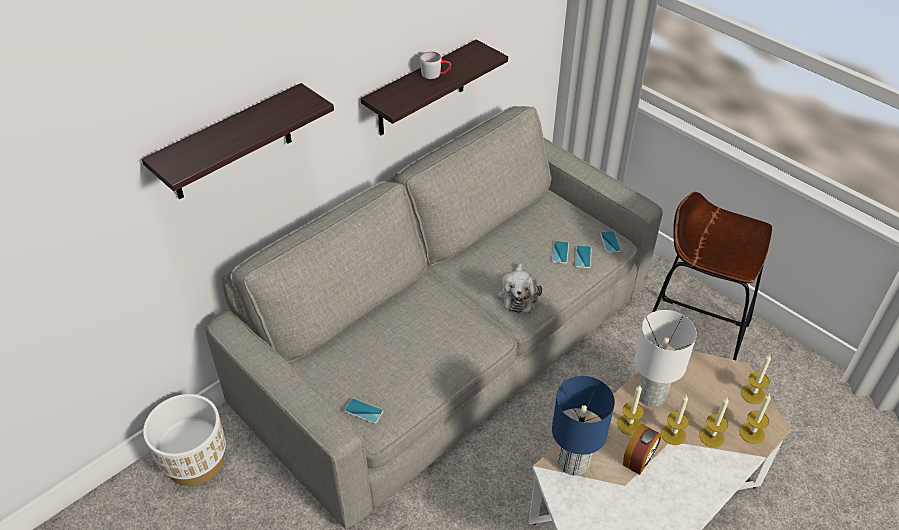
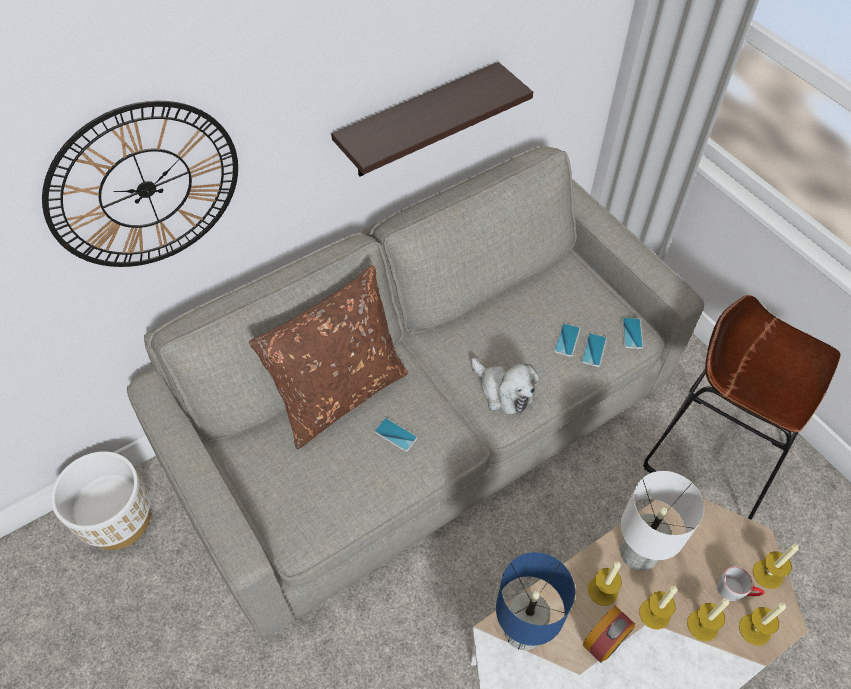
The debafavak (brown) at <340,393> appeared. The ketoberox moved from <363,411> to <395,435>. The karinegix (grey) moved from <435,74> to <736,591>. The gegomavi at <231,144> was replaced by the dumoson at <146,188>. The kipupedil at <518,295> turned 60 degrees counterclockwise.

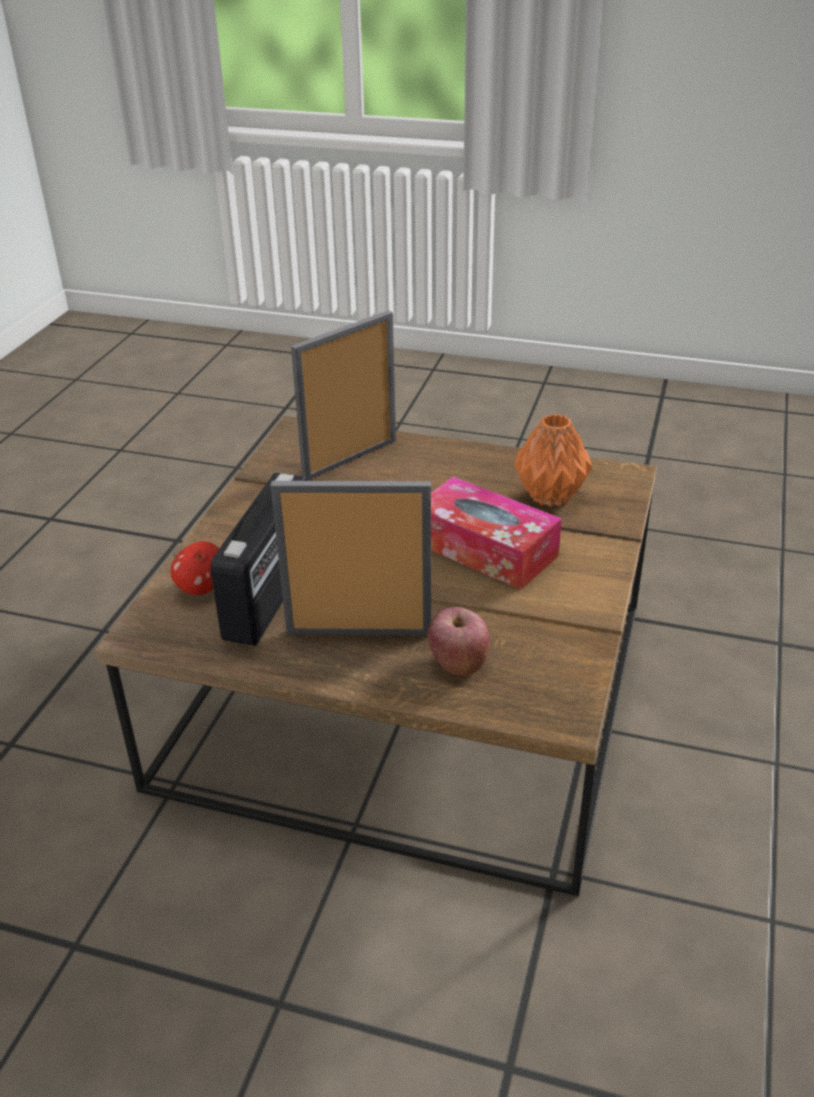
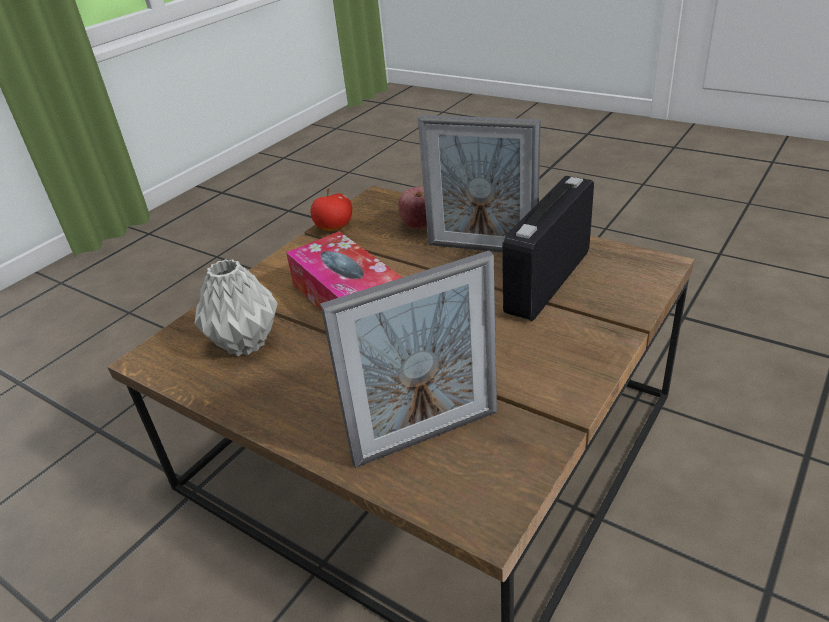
The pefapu moved from <201,588> to <334,228>. The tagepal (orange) at <550,495> became the tagepal (grey) at <245,344>.

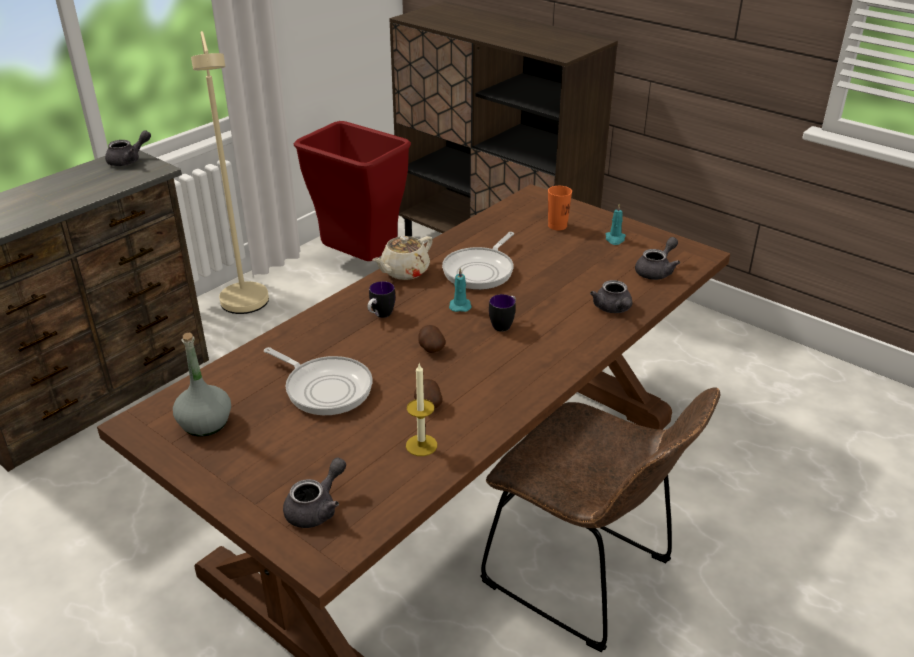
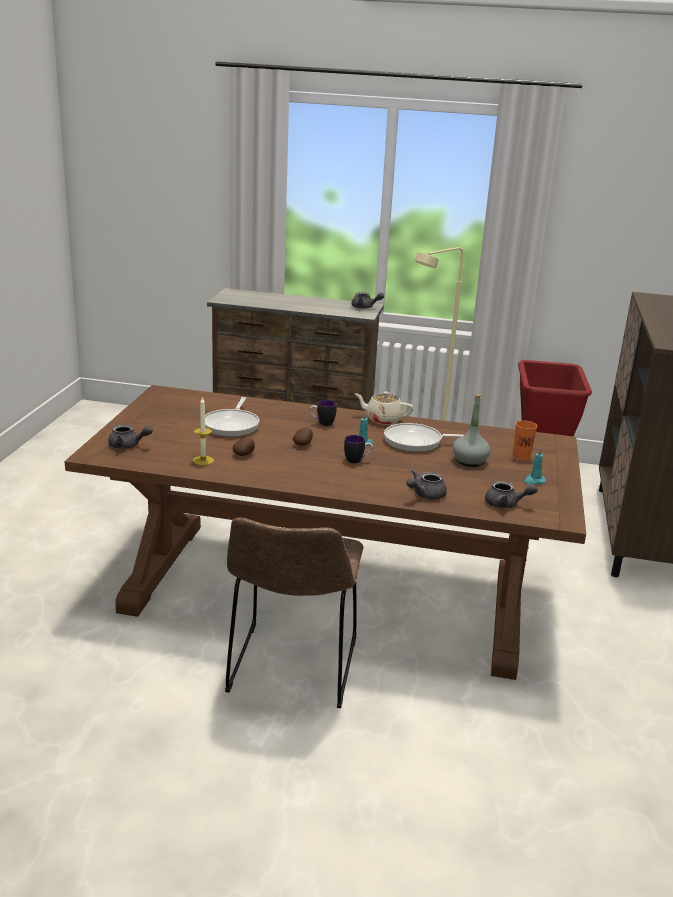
The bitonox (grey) moved from <205,423> to <469,461>.

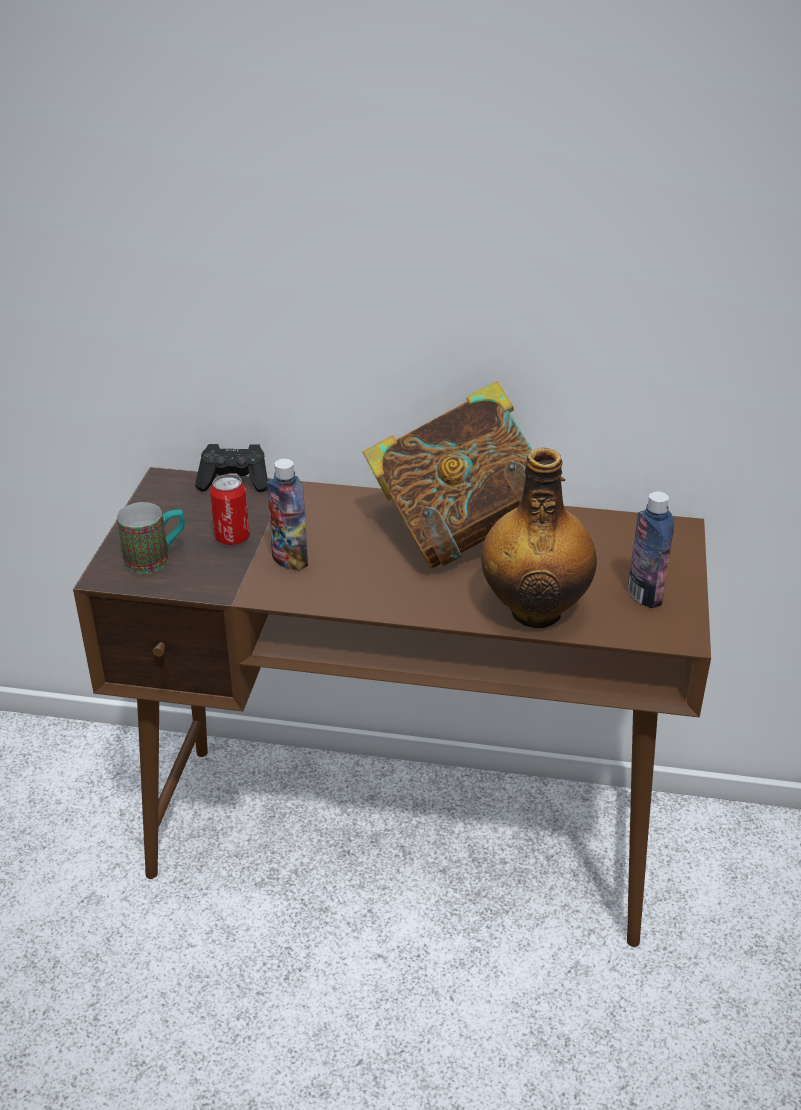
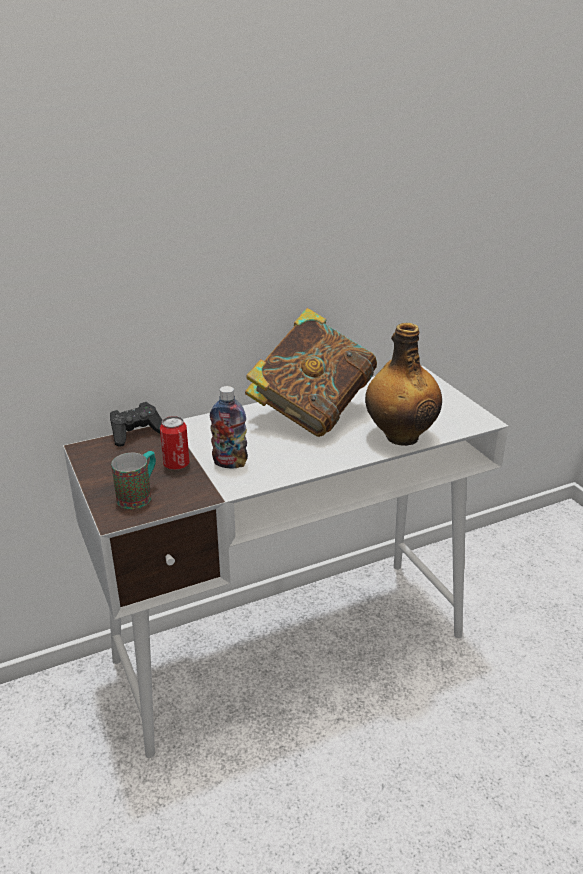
The bitonox at <644,595> disappeared. The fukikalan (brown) at <403,840> became the fukikalan (white) at <292,647>.

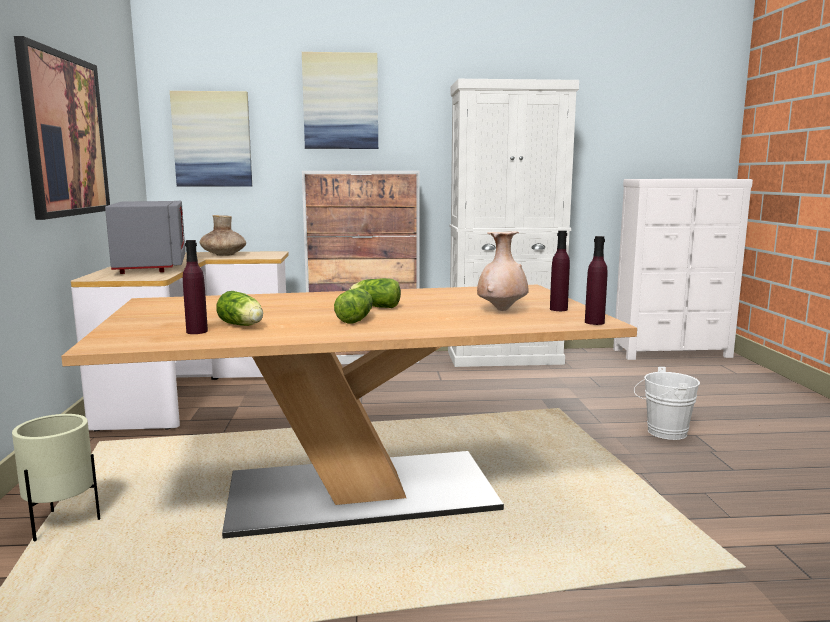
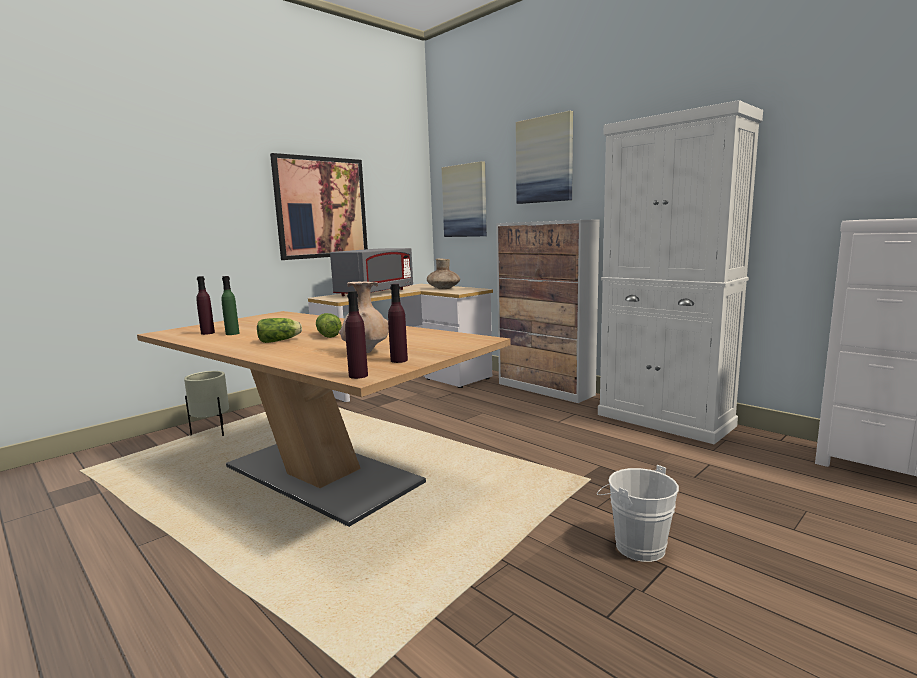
The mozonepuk at <242,325> was replaced by the bitonox (green) at <232,333>.

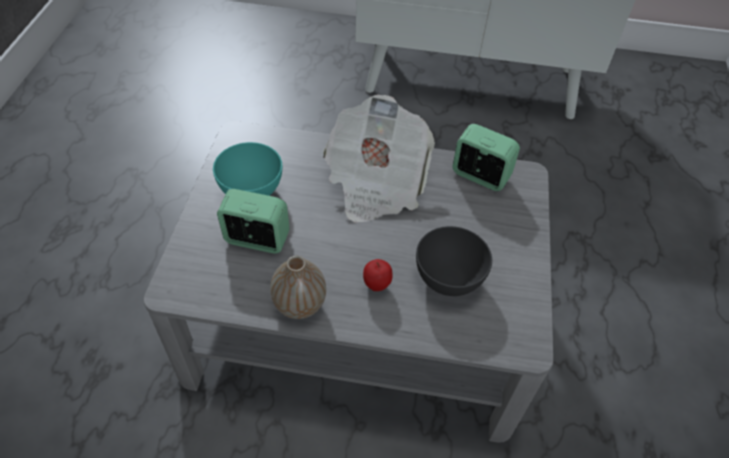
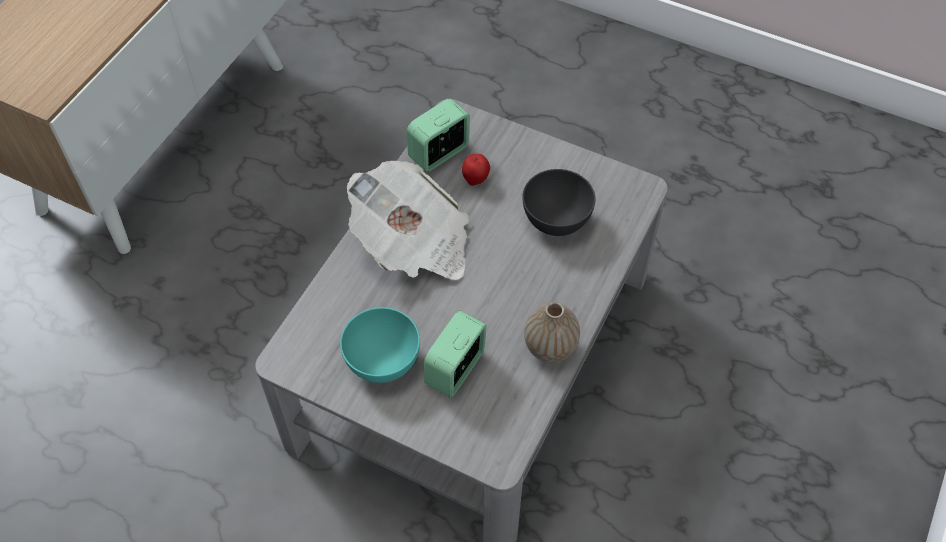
The pefapu moved from <376,286> to <476,180>.

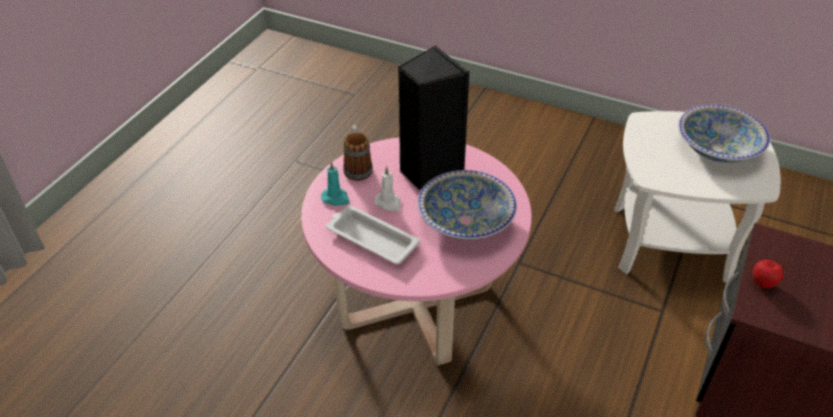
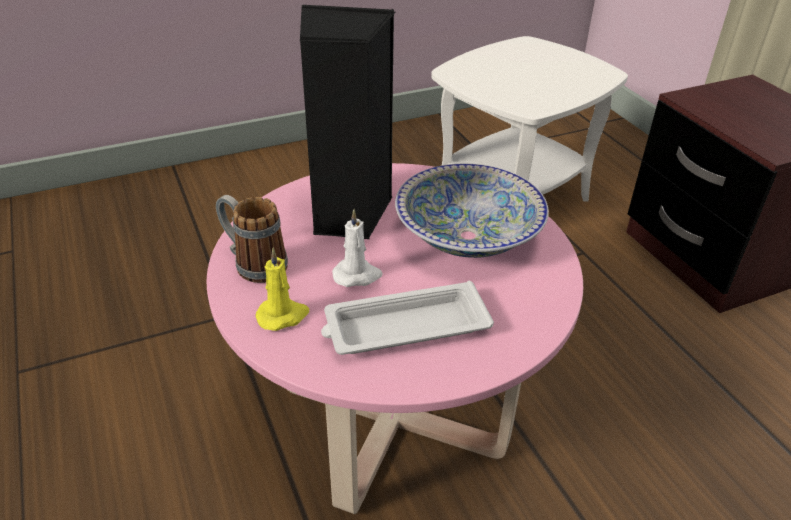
The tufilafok at <717,149> disappeared. The pefapu at <763,283> disappeared. The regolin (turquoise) at <336,198> became the regolin (yellow) at <283,315>.

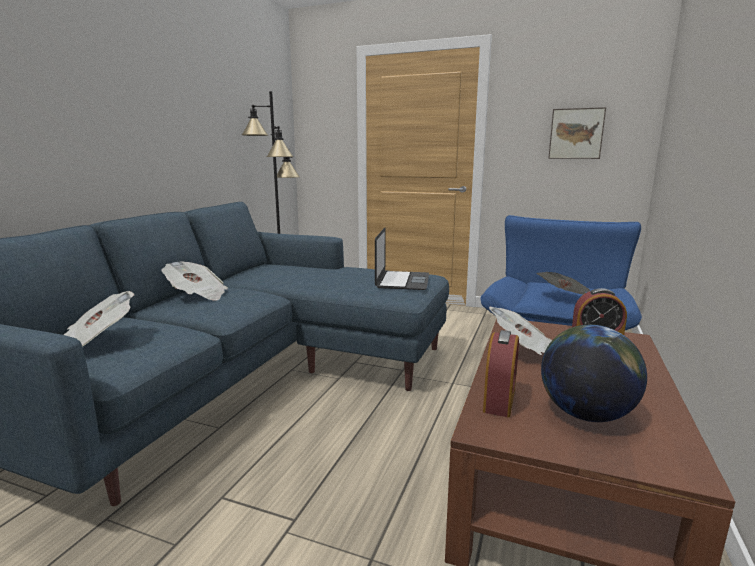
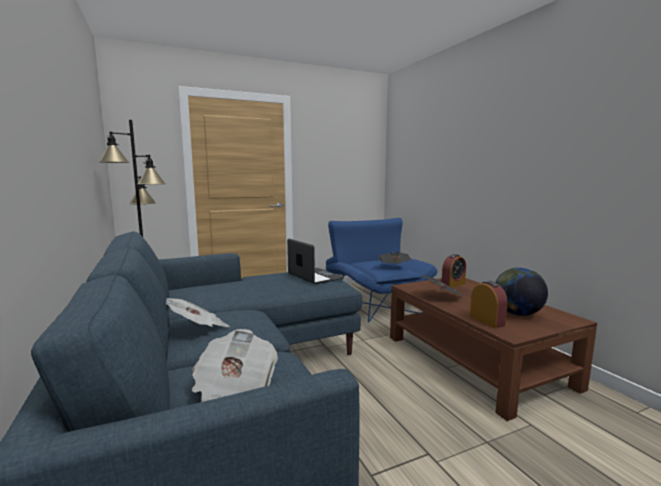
The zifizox at <576,134> disappeared.

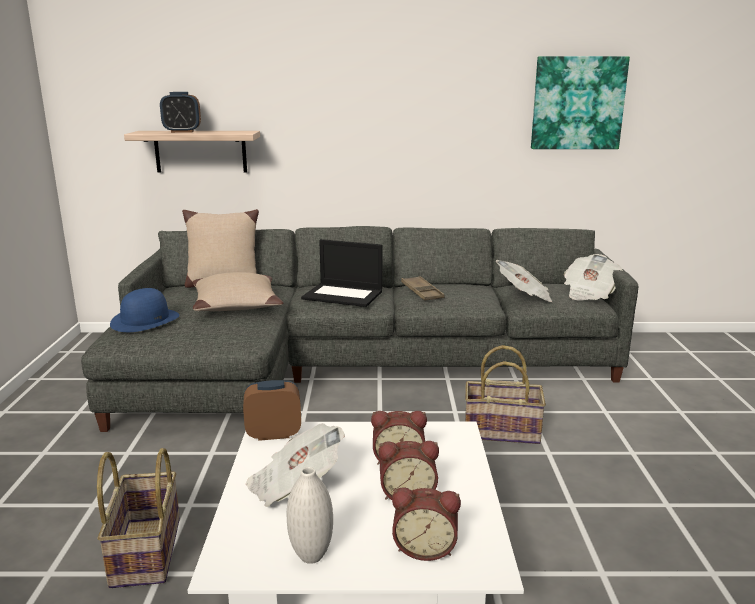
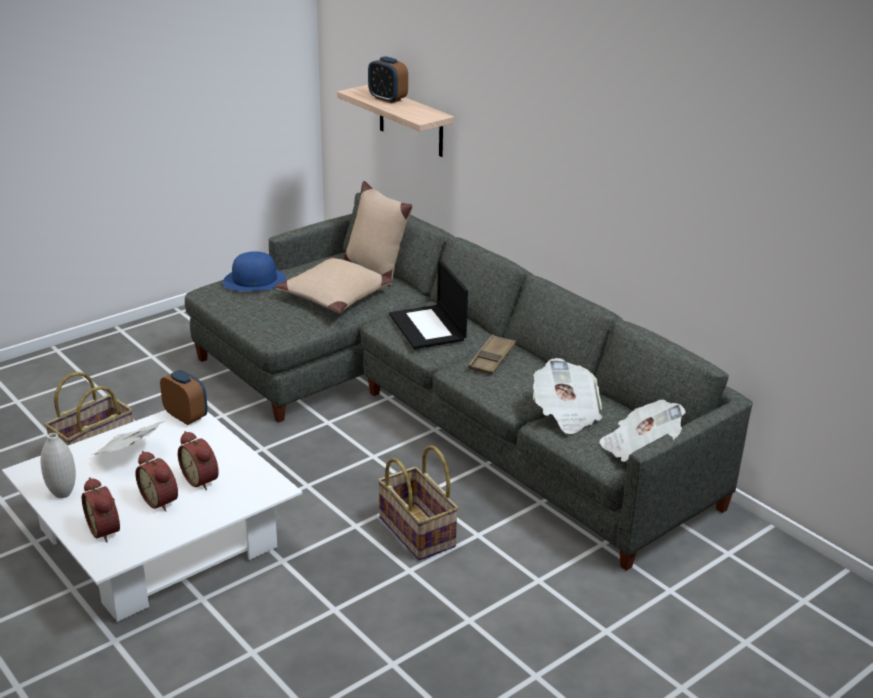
The zifizox at <577,103> disappeared.

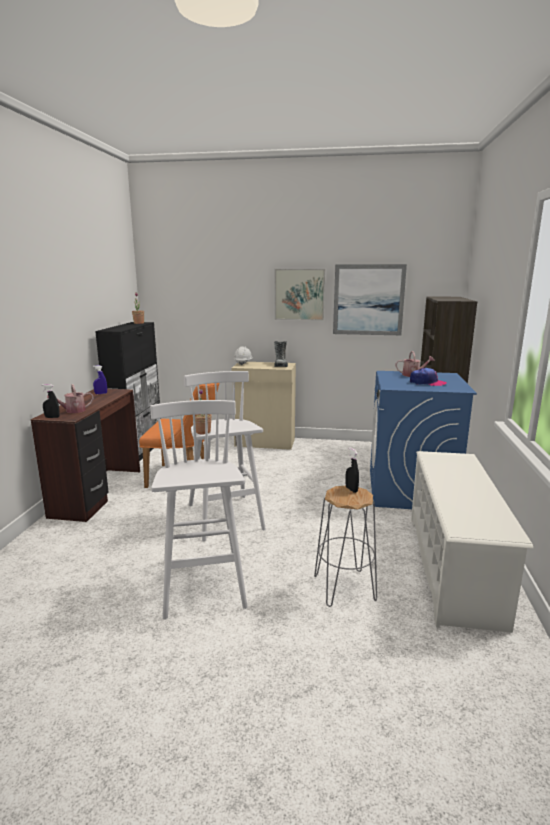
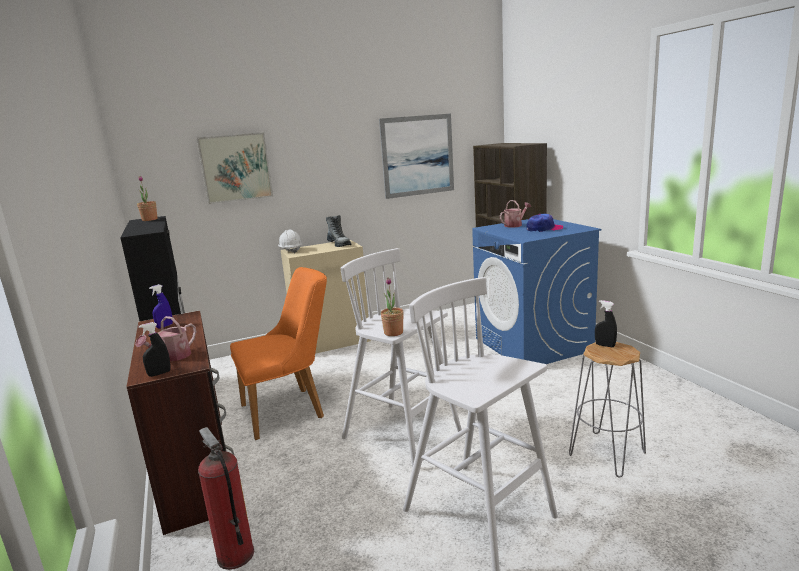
The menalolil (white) at <453,567> disappeared. The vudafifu at <235,555> appeared. The zifizox moved from <299,294> to <236,168>.

